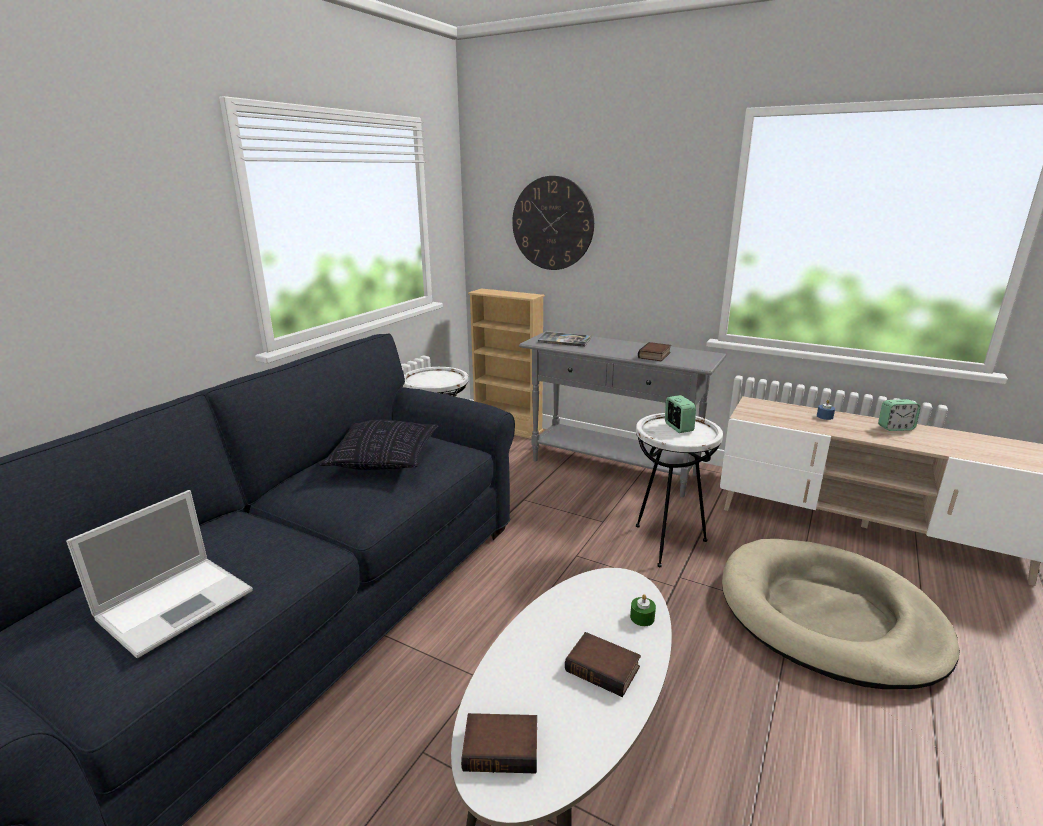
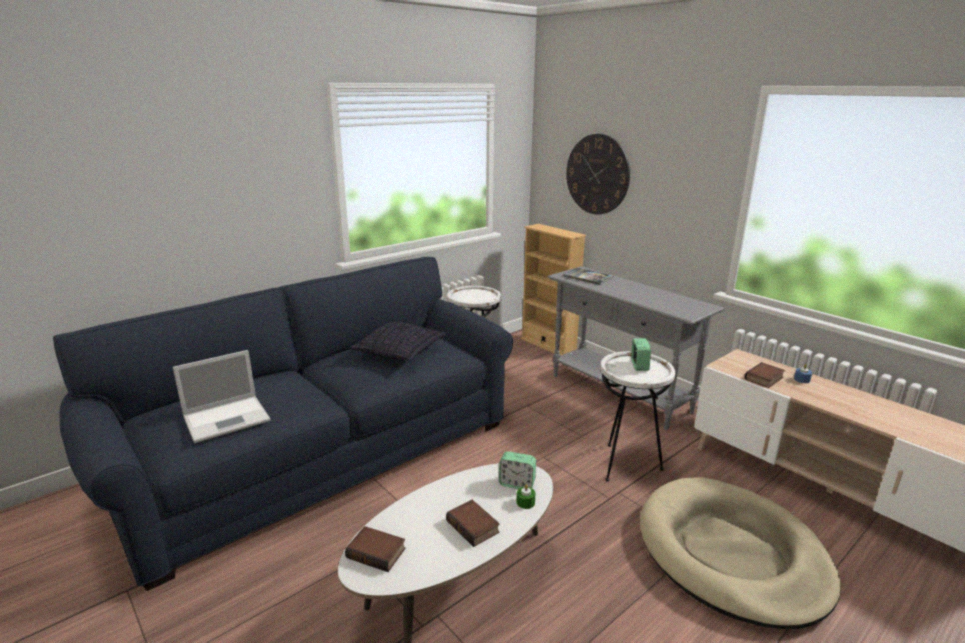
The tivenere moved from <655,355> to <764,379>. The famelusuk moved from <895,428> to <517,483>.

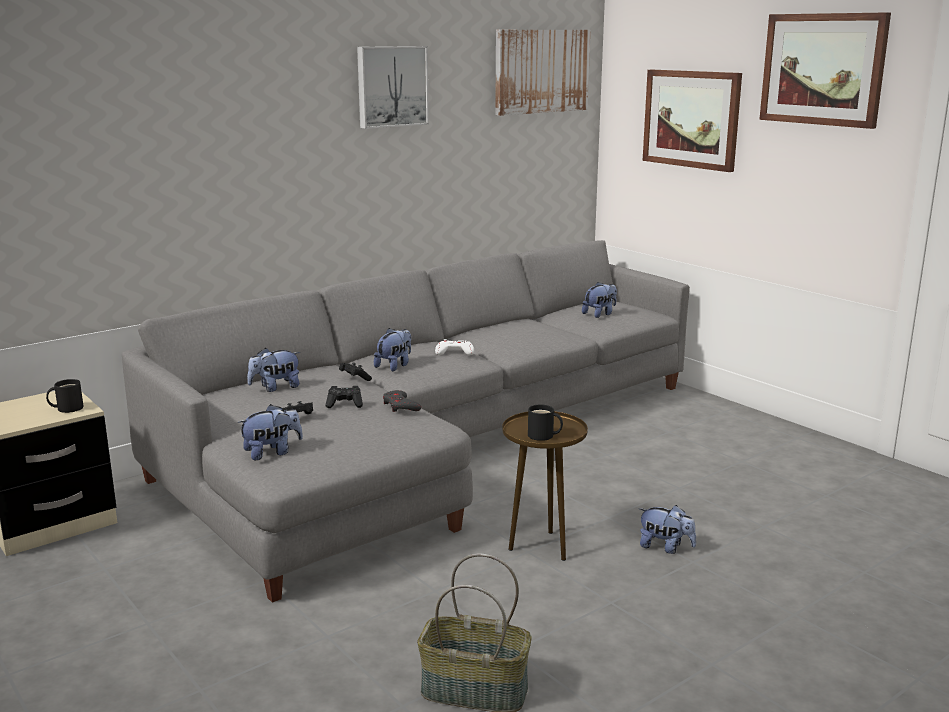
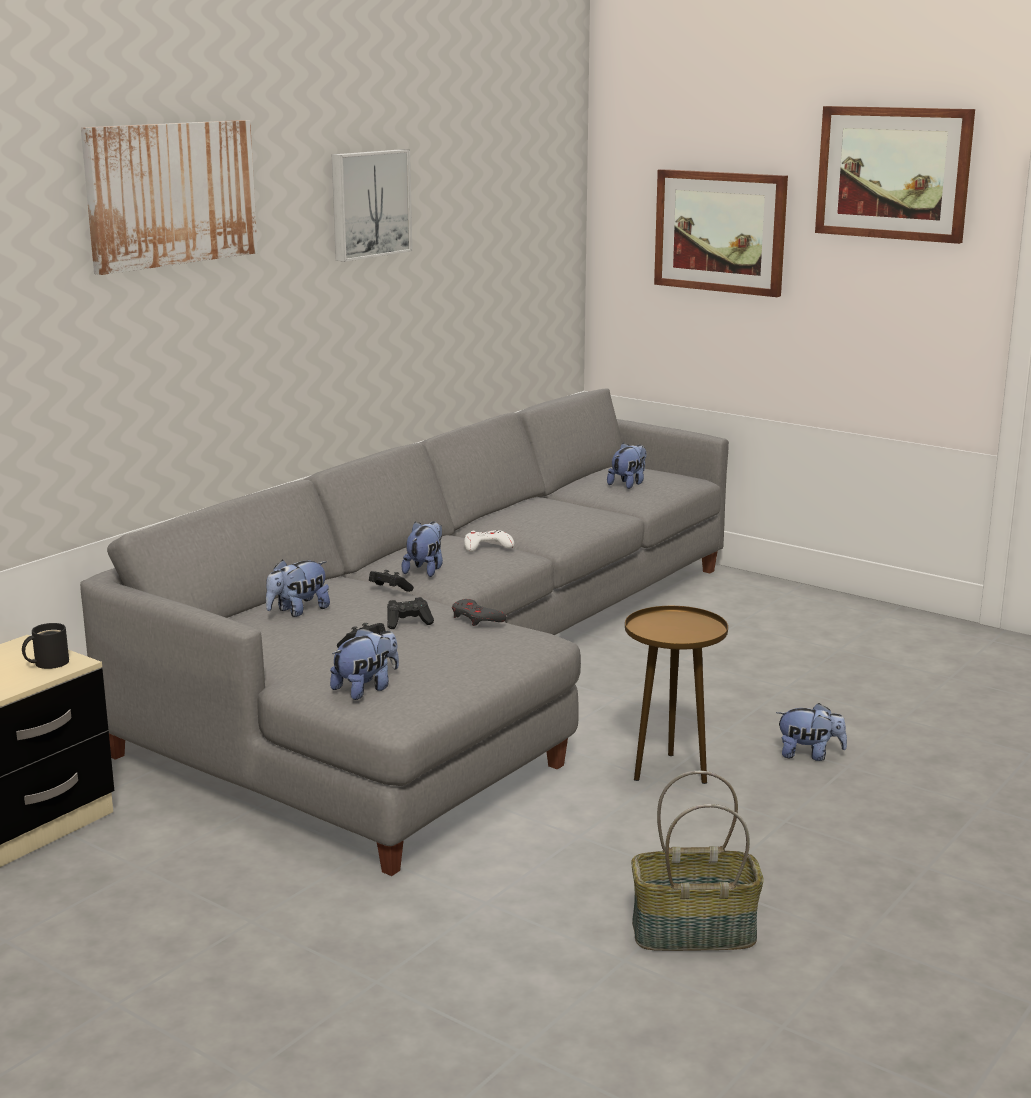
The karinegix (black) at <543,436> disappeared. The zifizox moved from <541,71> to <171,194>.

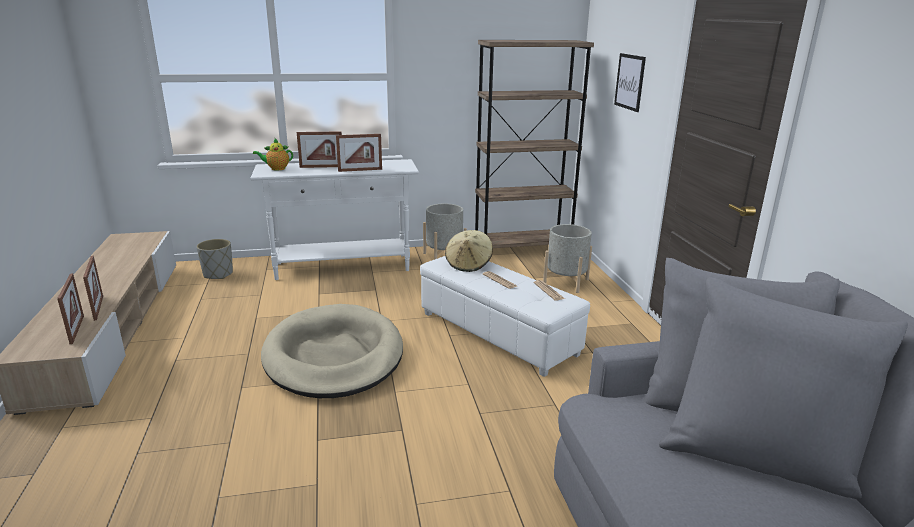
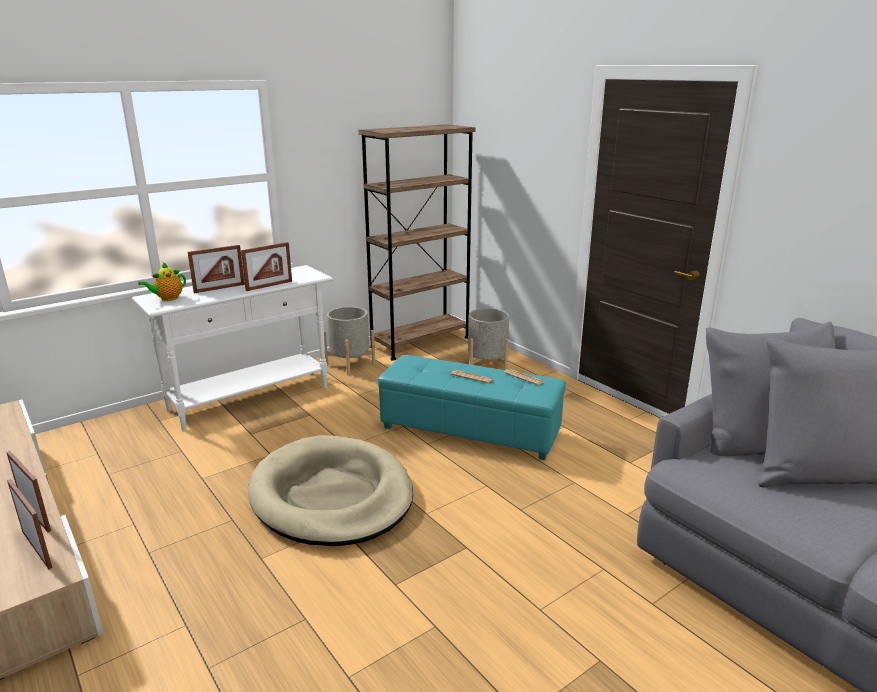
The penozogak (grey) at <218,274> disappeared. The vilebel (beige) at <468,264> disappeared. The zifizox at <630,82> disappeared. The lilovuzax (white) at <498,333> became the lilovuzax (turquoise) at <471,430>.

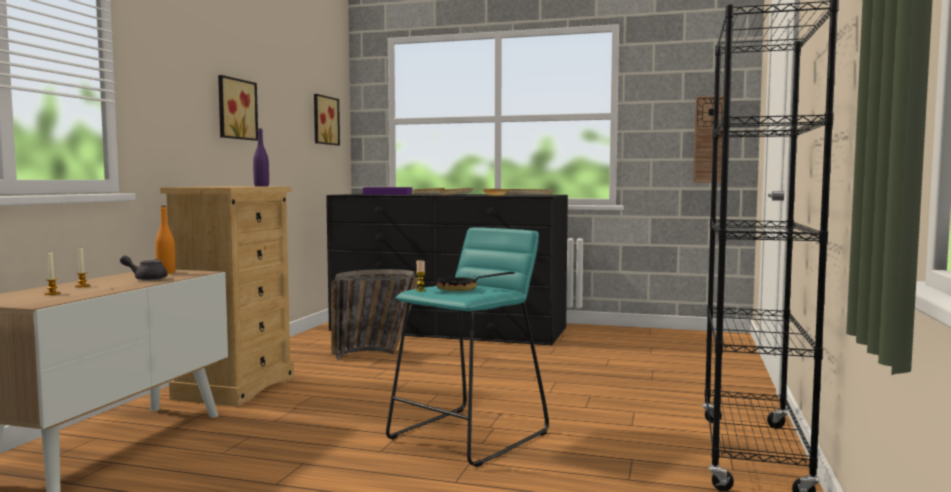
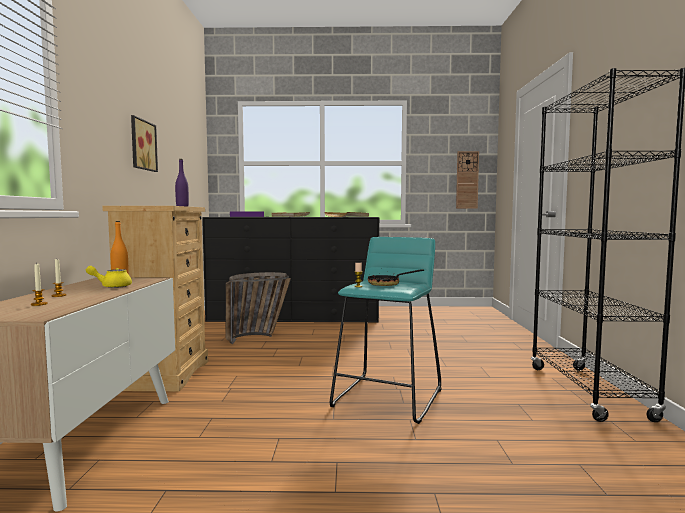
The zifizox at <324,120> disappeared. The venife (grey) at <146,279> became the venife (yellow) at <112,286>.

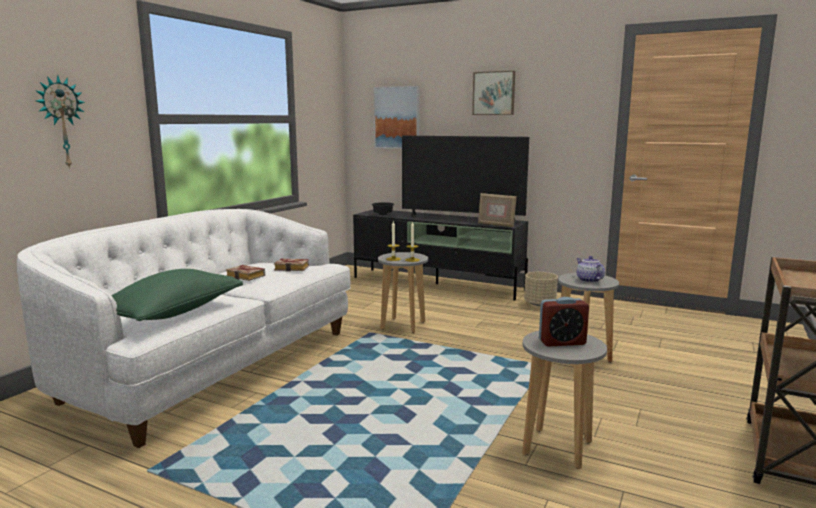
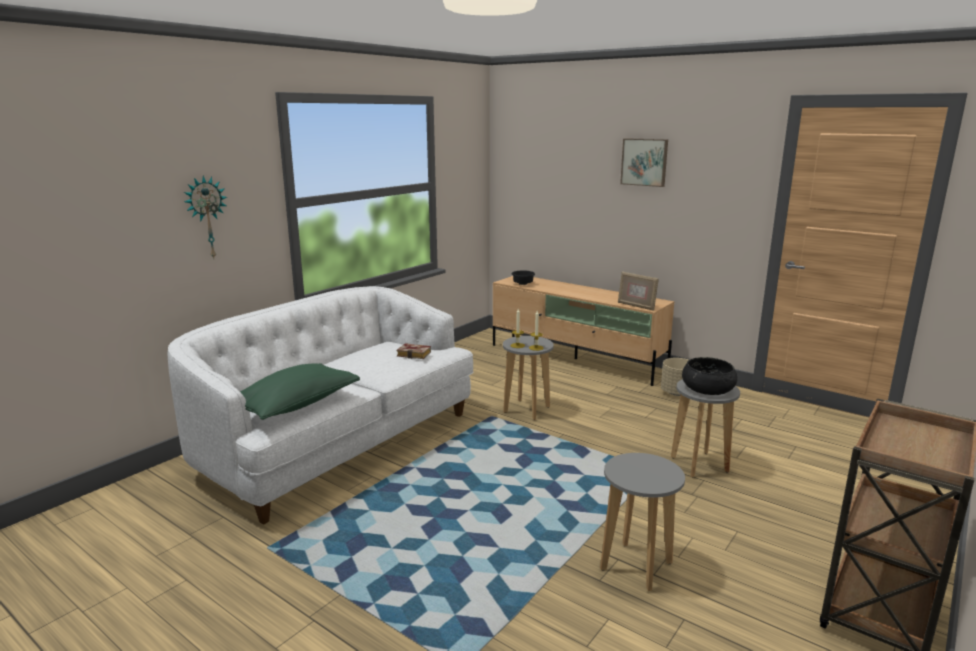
The tivenere at <247,276> disappeared. The zifizox at <397,117> disappeared. The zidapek at <461,218> disappeared. The famelusuk at <562,342> disappeared. The venife at <588,280> was replaced by the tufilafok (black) at <707,388>. The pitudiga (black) at <437,284> became the pitudiga (beige) at <576,359>.

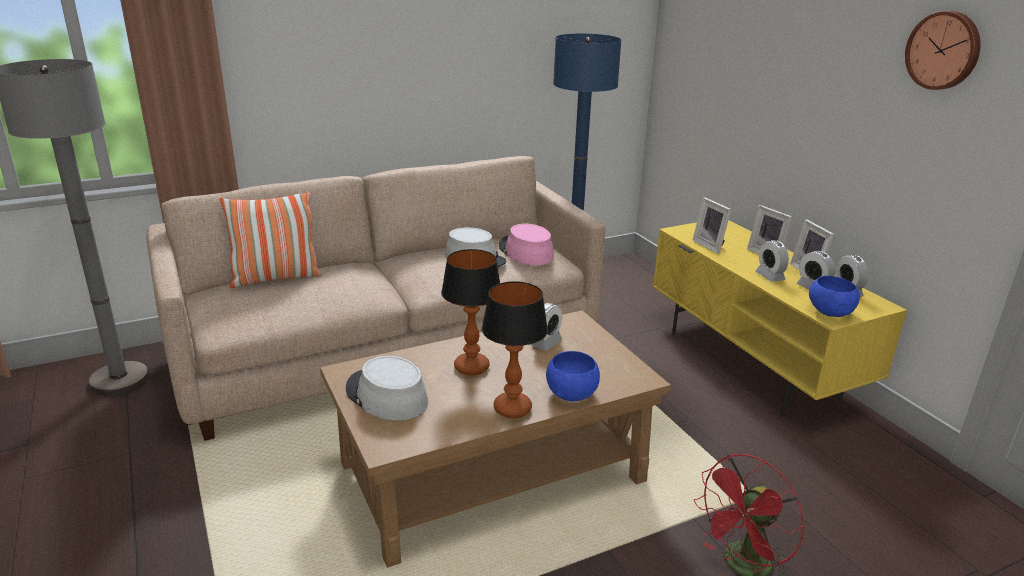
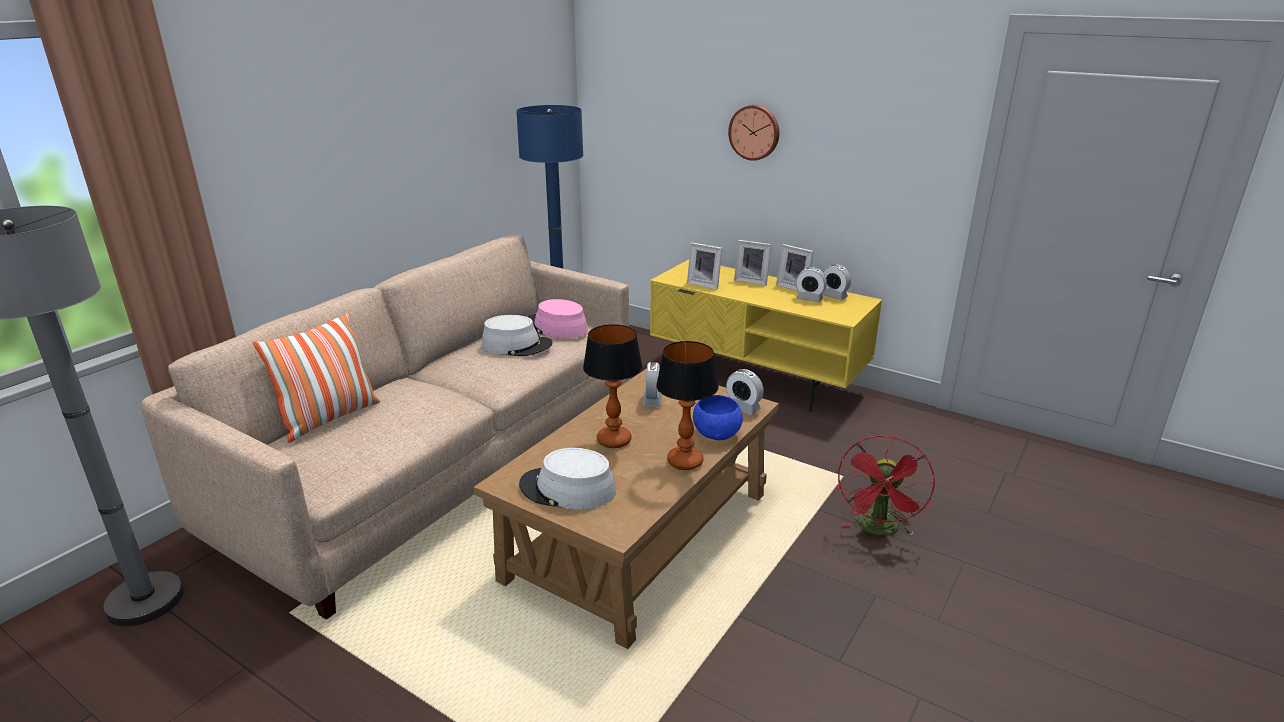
The tufilafok (blue) at <829,312> disappeared. The famelusuk moved from <769,276> to <743,408>. The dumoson moved from <944,50> to <755,132>.

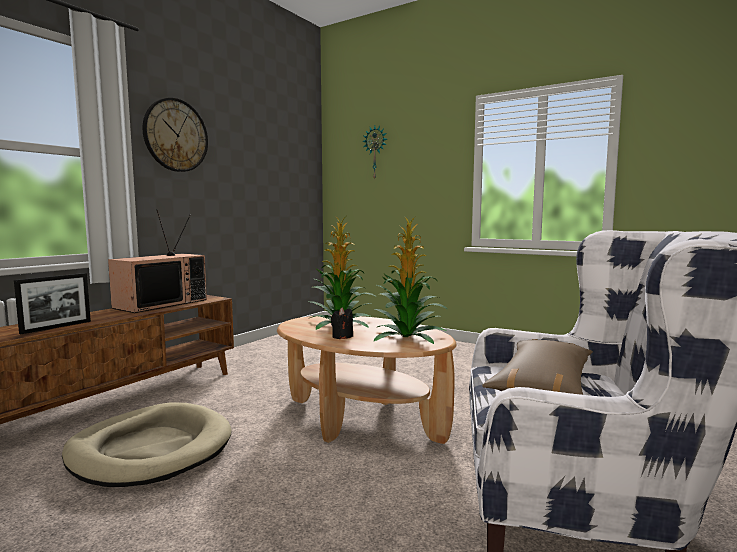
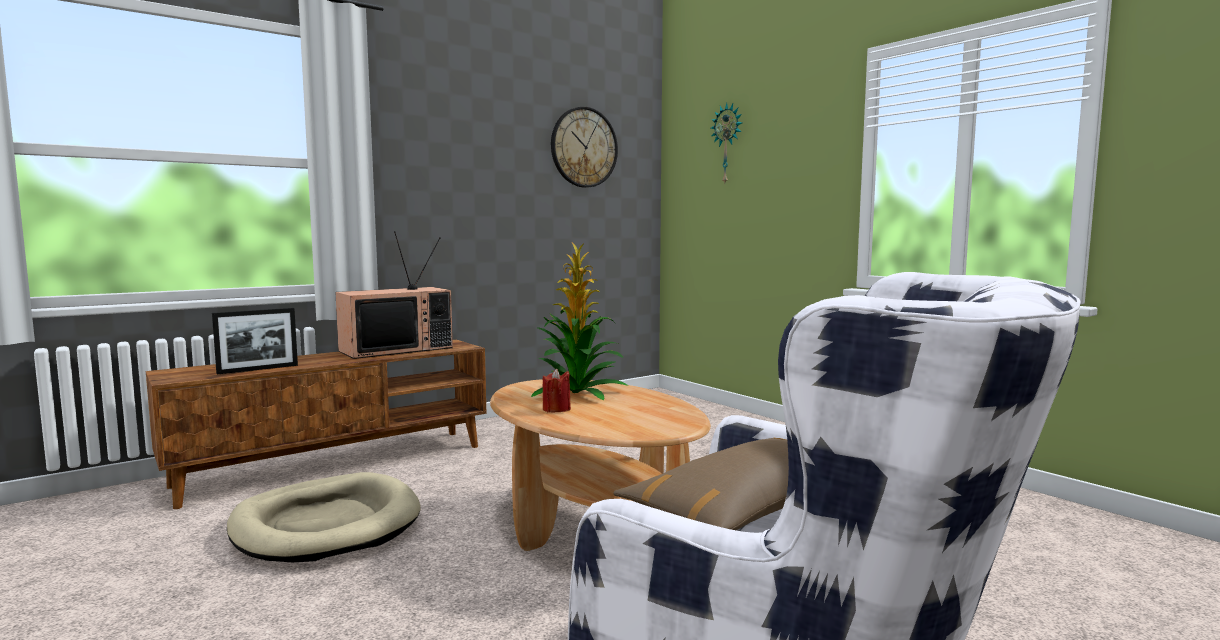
The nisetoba at <408,337> disappeared. The dumoson moved from <176,135> to <584,147>. The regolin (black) at <342,336> became the regolin (red) at <556,409>.

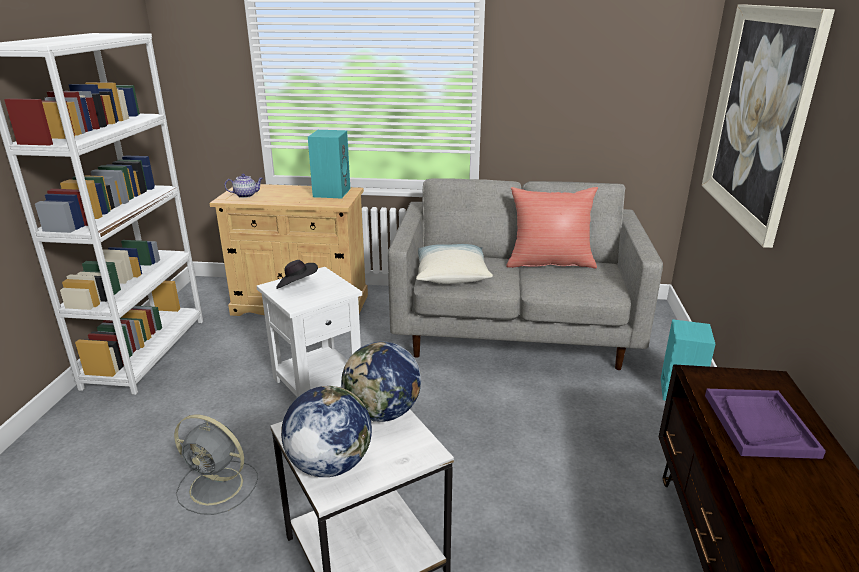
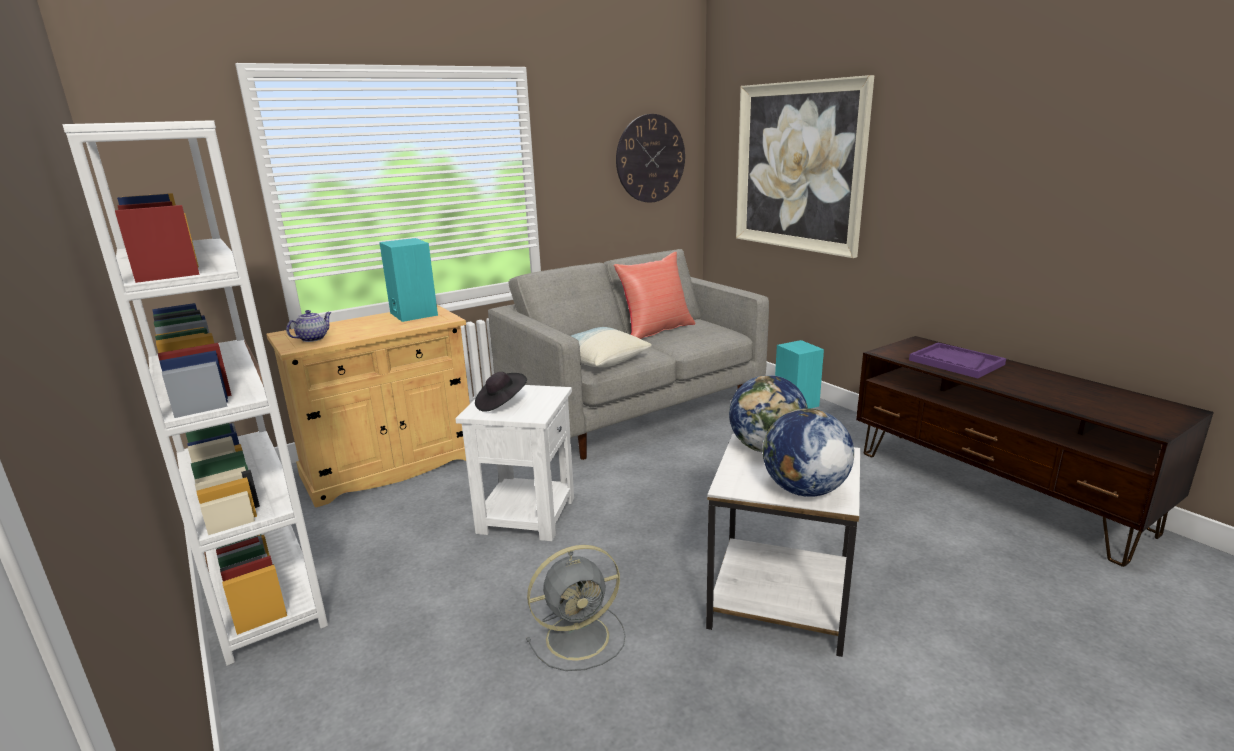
The dumoson at <650,159> appeared.

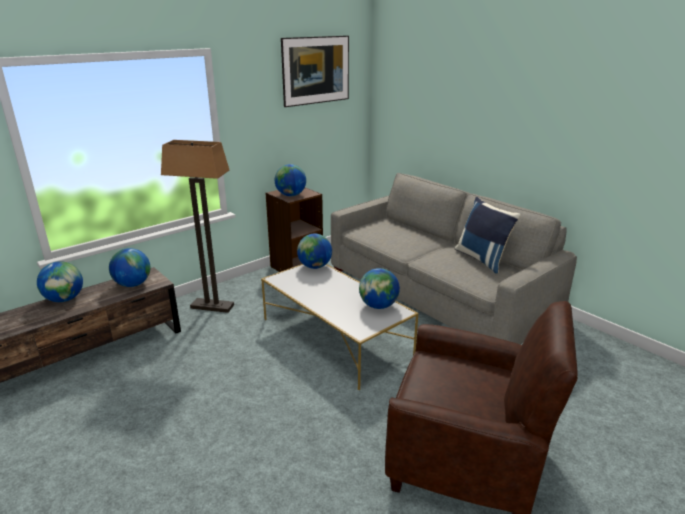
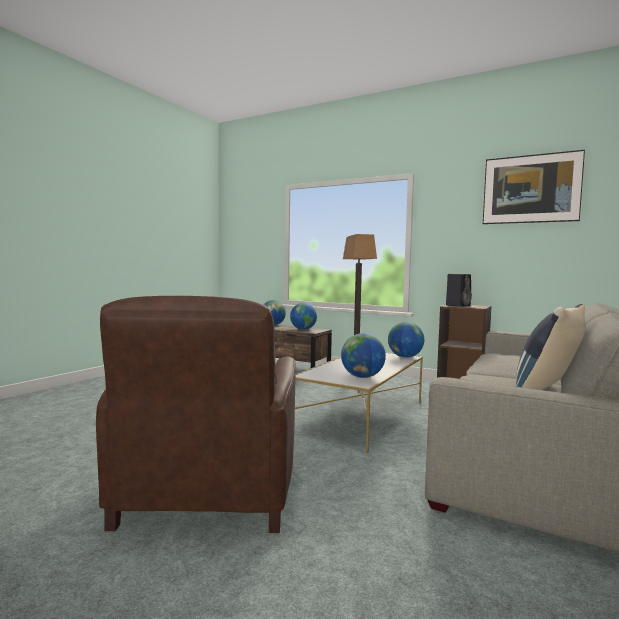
The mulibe at <291,195> was replaced by the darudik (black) at <458,305>.

